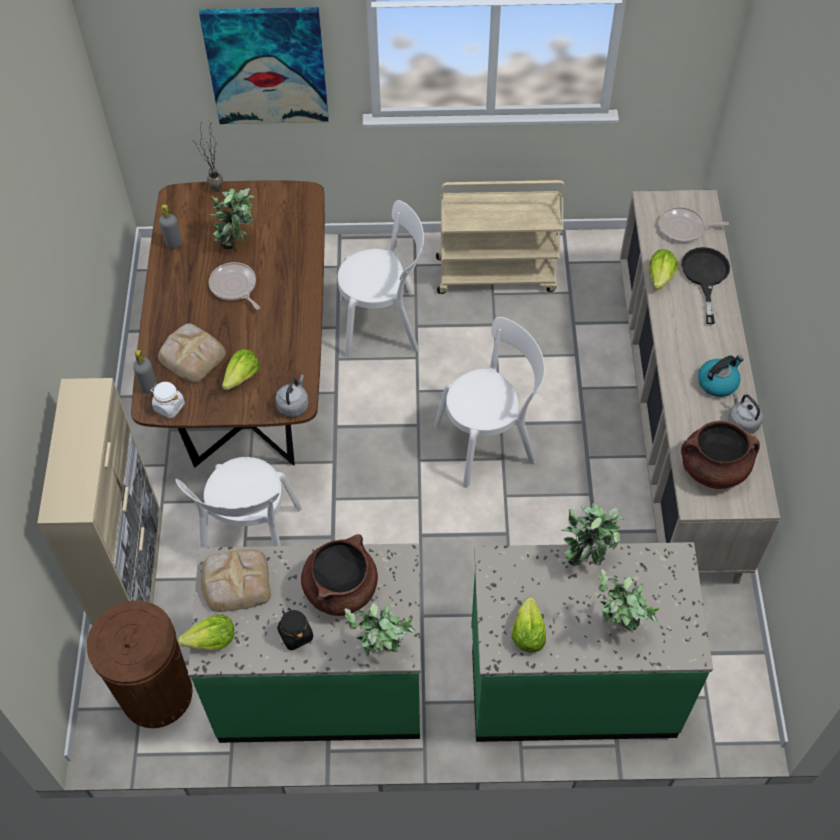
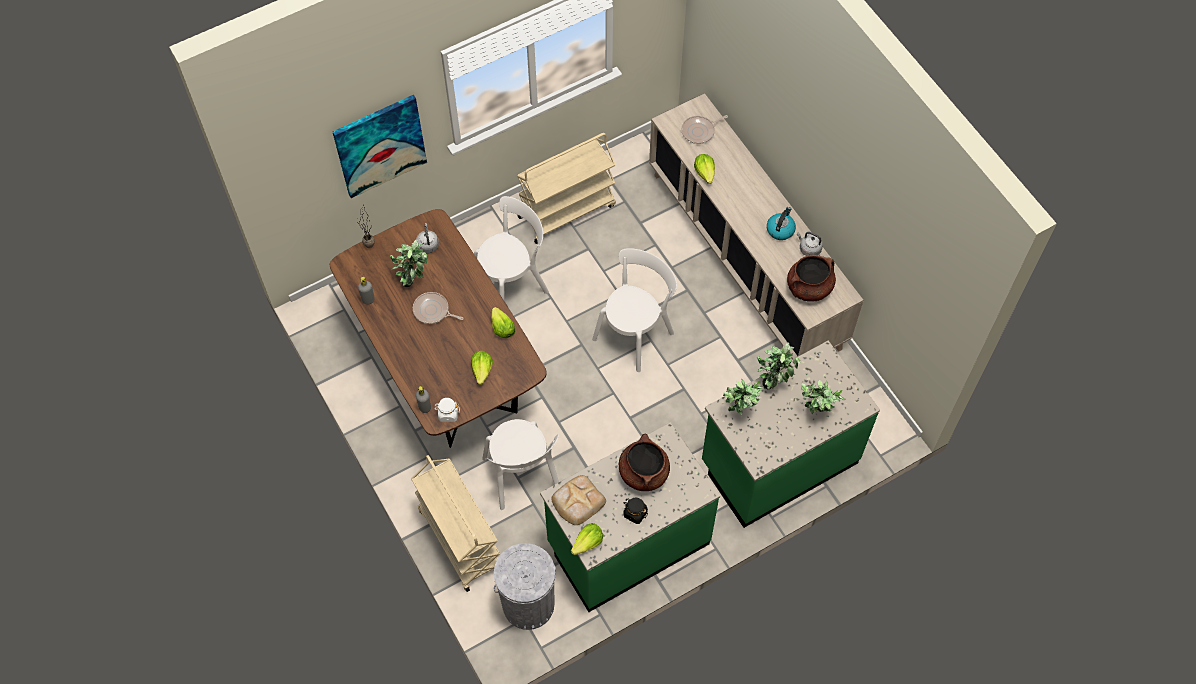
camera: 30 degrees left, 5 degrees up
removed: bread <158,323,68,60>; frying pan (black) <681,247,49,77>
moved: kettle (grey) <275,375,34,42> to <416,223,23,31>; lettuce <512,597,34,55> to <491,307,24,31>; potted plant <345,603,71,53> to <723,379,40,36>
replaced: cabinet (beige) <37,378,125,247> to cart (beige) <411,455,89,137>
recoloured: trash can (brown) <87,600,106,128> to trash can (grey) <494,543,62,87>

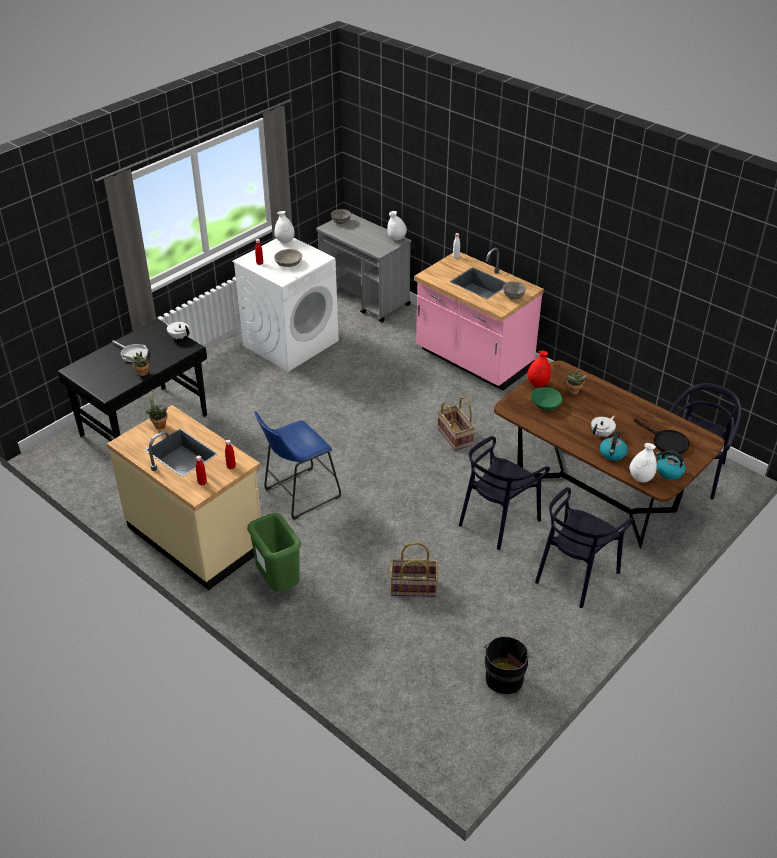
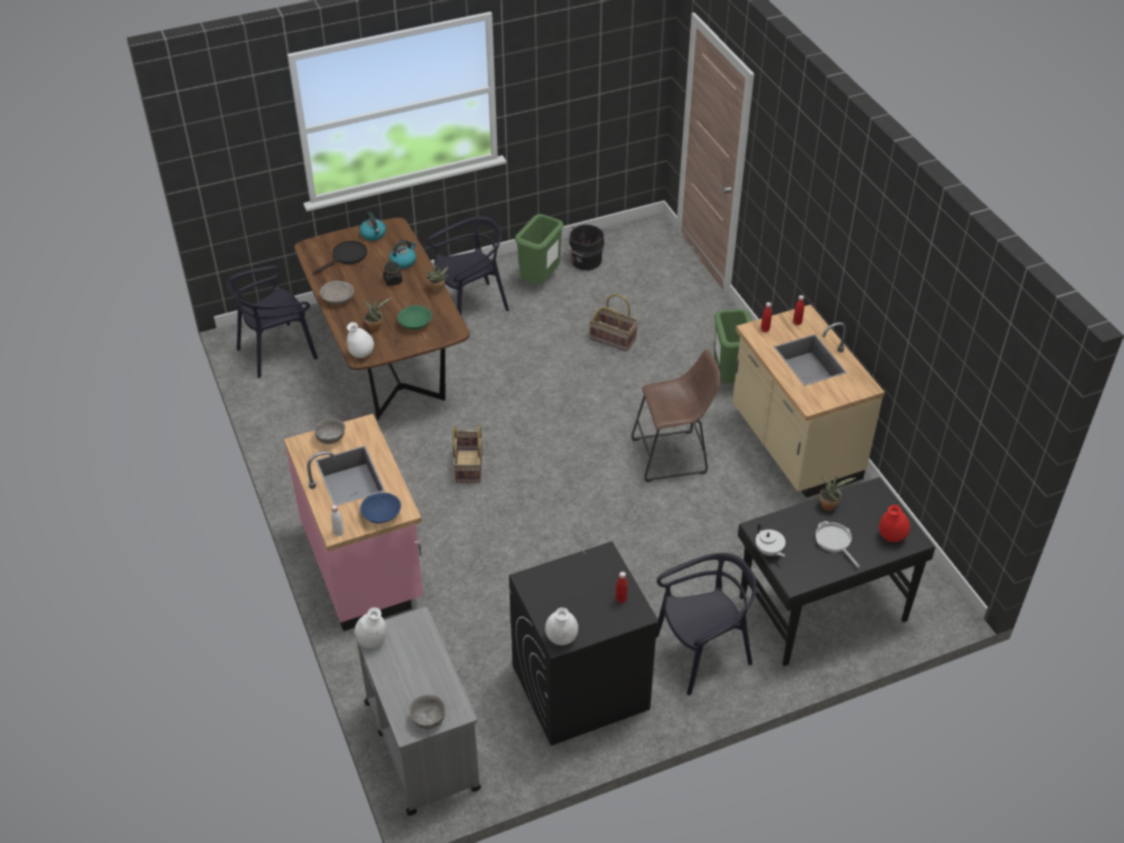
camera: 155 degrees left, 5 degrees up
added: bowl (blue) <360,492,41,31>; trash can (green) <515,214,49,70>
moved: bowl (grey) <274,249,28,18> to <320,281,34,23>; vase (white) <630,443,27,40> to <347,322,27,36>; potted plant <145,389,23,40> to <426,265,23,28>; chair (black) <459,436,91,114> to <656,553,101,142>; vase (red) <527,351,24,36> to <879,505,31,37>
replaced: teapot (white) <591,416,25,21> to jar (black) <383,261,19,25>
recoloured: washing machine (white) <232,238,107,134> to washing machine (black) <509,541,150,205>; stool (blue) <254,411,87,109> to stool (brown) <631,349,90,133>
turned: frying pan (black) <634,418,56,37> = <313,241,54,33> 60 degrees clockwise

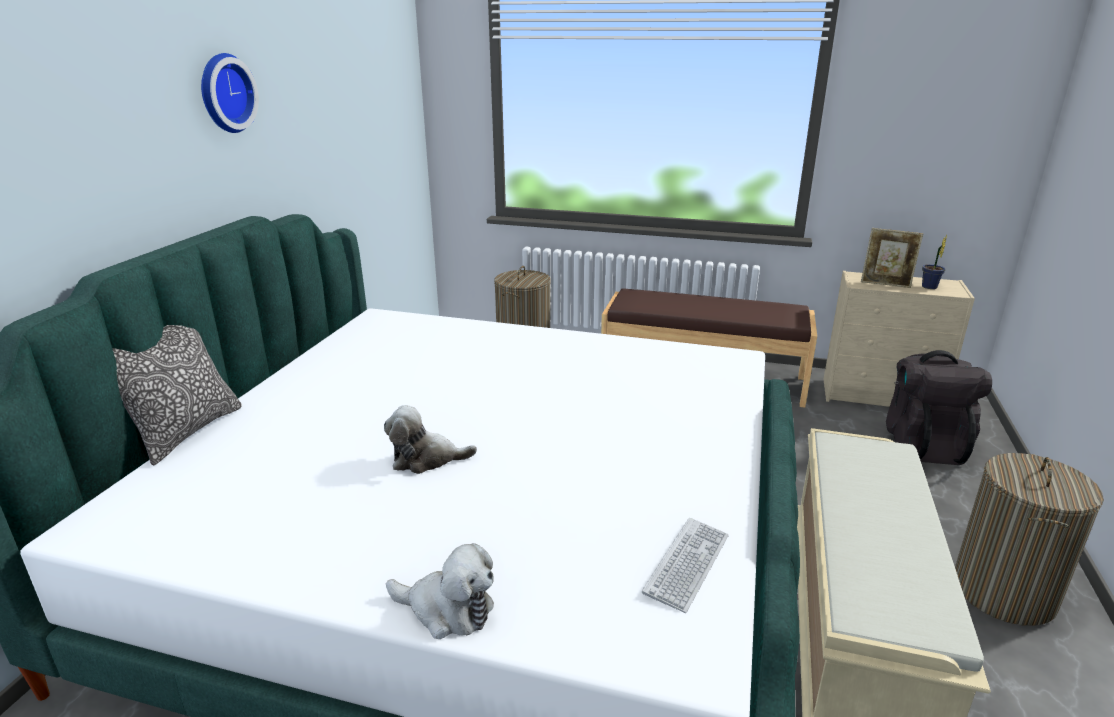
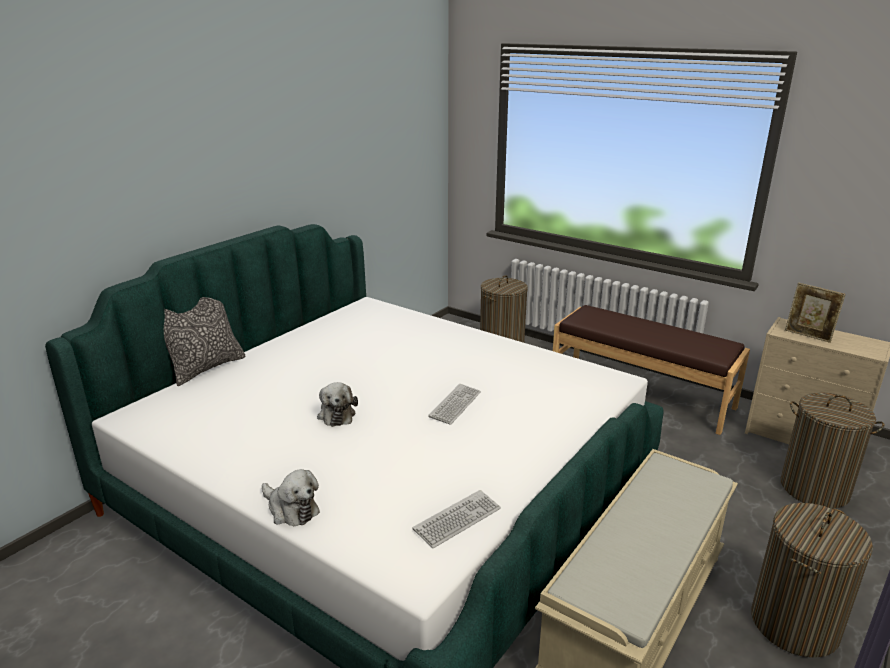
camera: 20 degrees right, 0 degrees up
removed: wall clock <201,53,58,80>; potted plant <922,235,25,54>
added: keyboard <428,384,53,41>
replaced: backpack (black) <886,350,106,115> to laundry basket <781,392,104,117>
turned: plush toy <384,405,93,69> = <317,382,41,45> 120 degrees counterclockwise

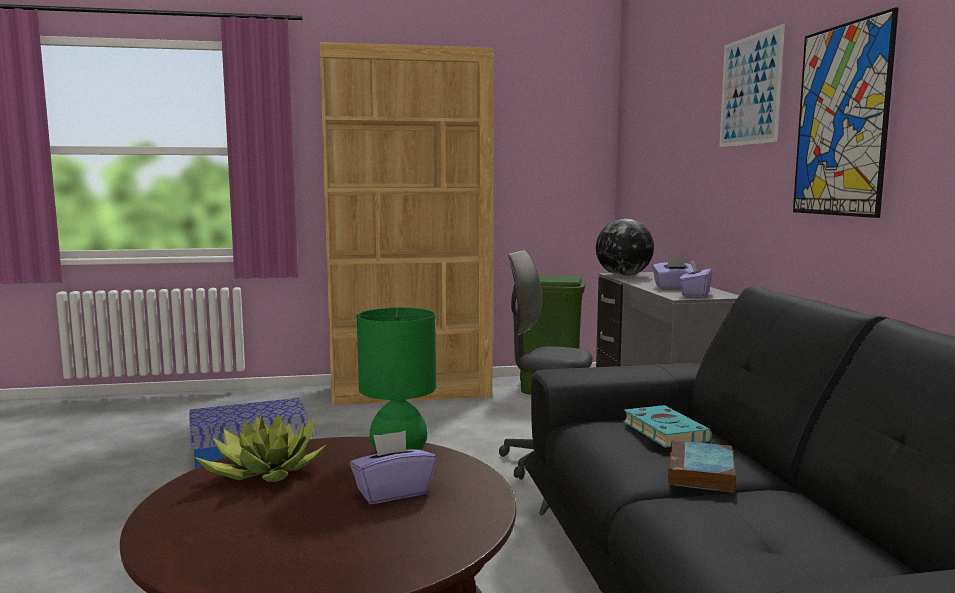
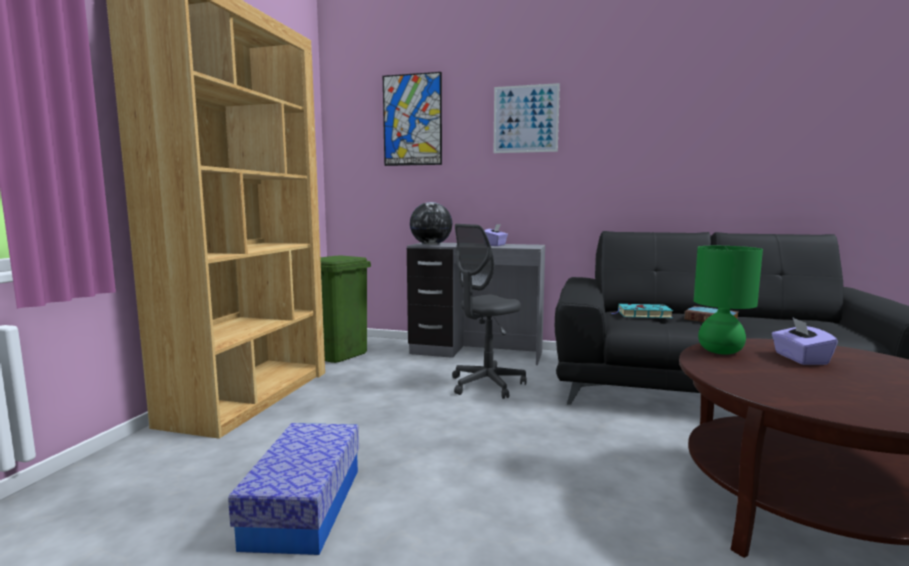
camera: 65 degrees left, 0 degrees up
removed: potted plant <195,414,132,68>; tissue box (purple) <679,260,34,37>
moved: picture <793,7,105,211> to <383,72,59,94>

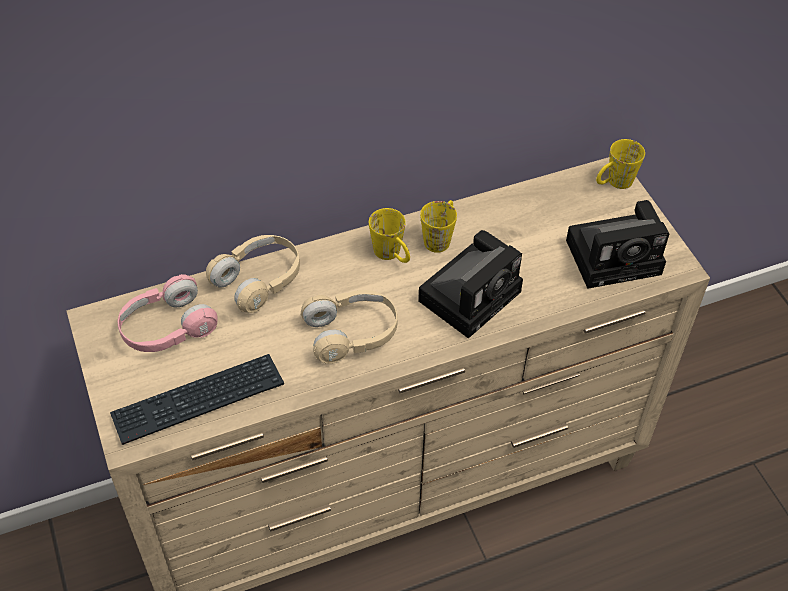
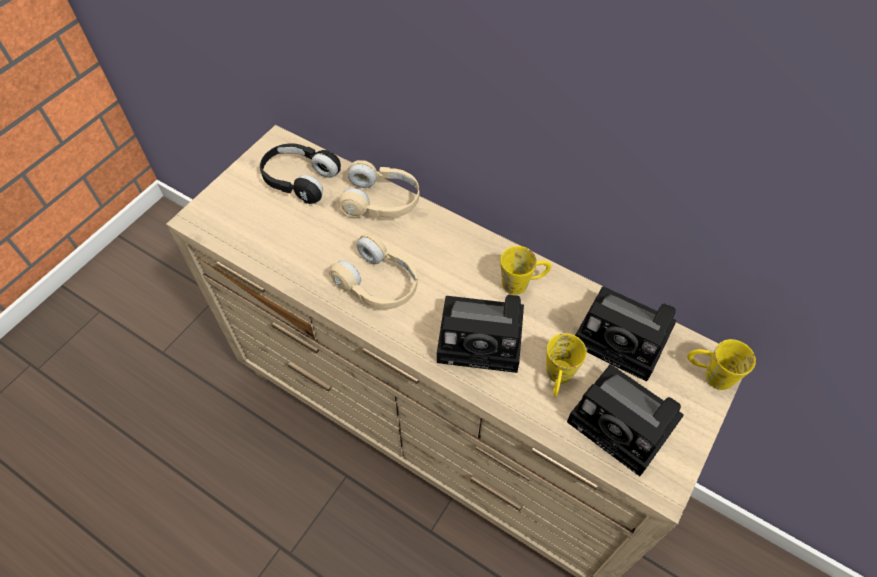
camera: 55 degrees right, 5 degrees up
removed: keyboard <110,354,174,91>
added: photo camera <575,286,102,96>
moved: mug (yellow) <369,208,41,55> to <546,333,41,64>
recoloured: headphones (pink) <117,274,101,78> to headphones (black) <260,143,81,61>

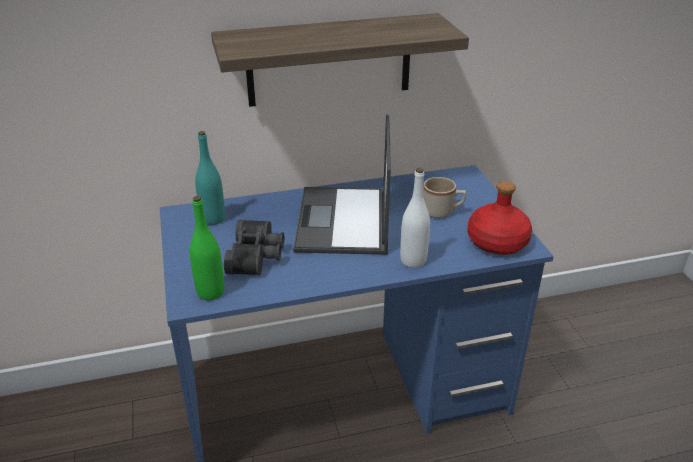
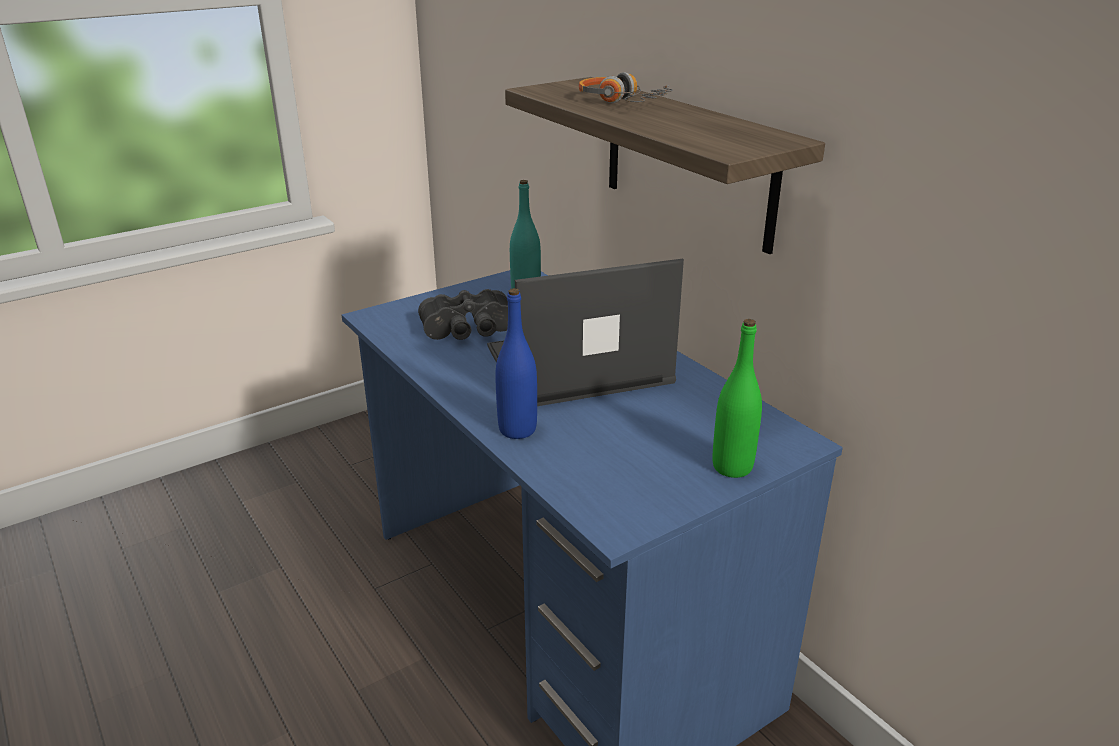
camera: 70 degrees right, 5 degrees down
removed: mug (beige) <423,177,43,41>; bottle (red) <468,181,64,74>
added: headphones <579,72,94,31>
moved: bottle (green) <190,196,34,104> to <712,319,50,159>
recoloured: bottle (white) <400,168,30,100> to bottle (blue) <495,288,42,151>

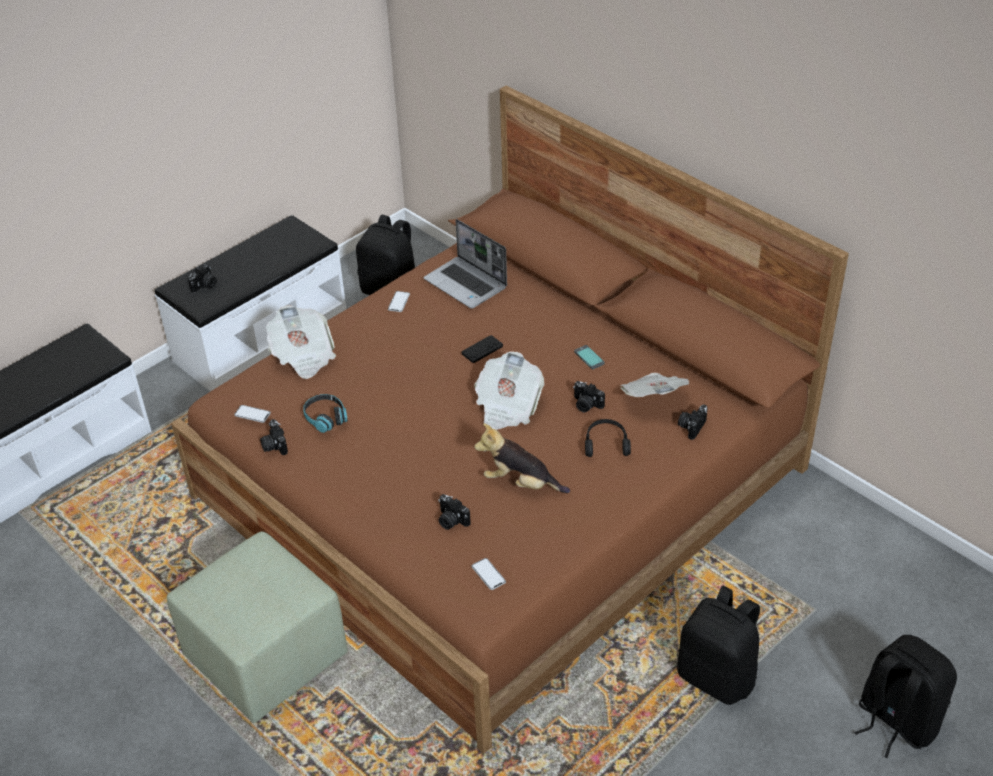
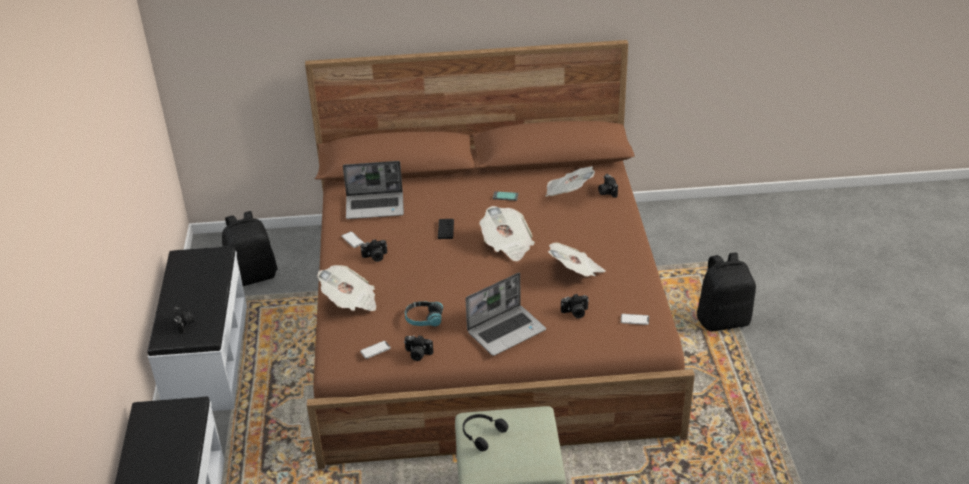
camera: 50 degrees left, 5 degrees down
removed: backpack (black) <854,635,103,123>
added: laptop <465,273,81,83>
moved: photo camera <573,381,32,32> to <361,239,26,23>; headphones (black) <585,419,46,38> to <463,414,45,37>
replaced: plush toy <474,423,96,70> to newspaper <548,242,58,35>

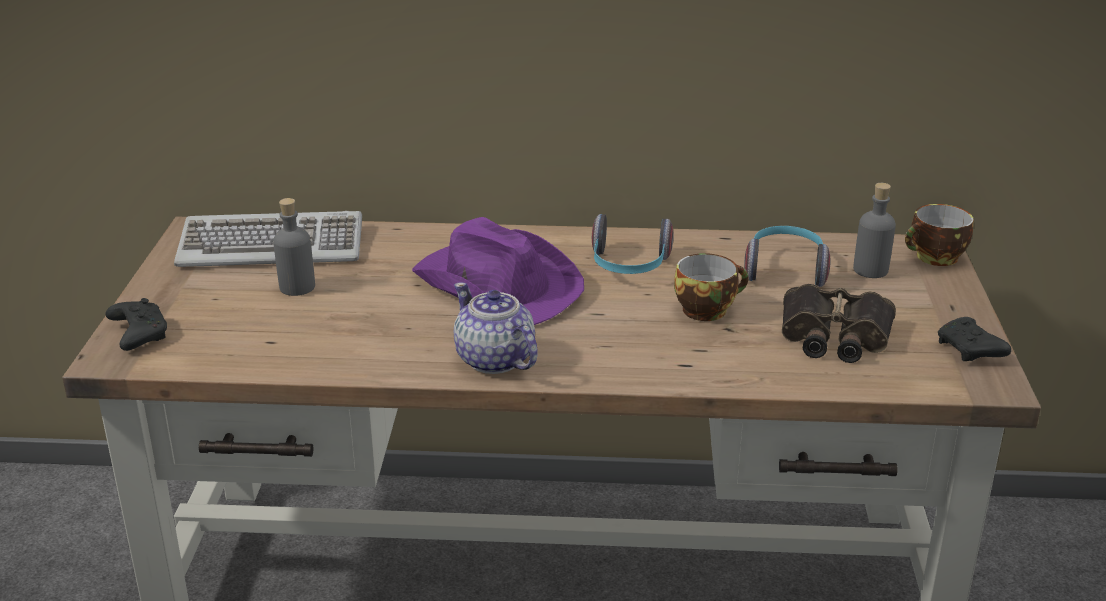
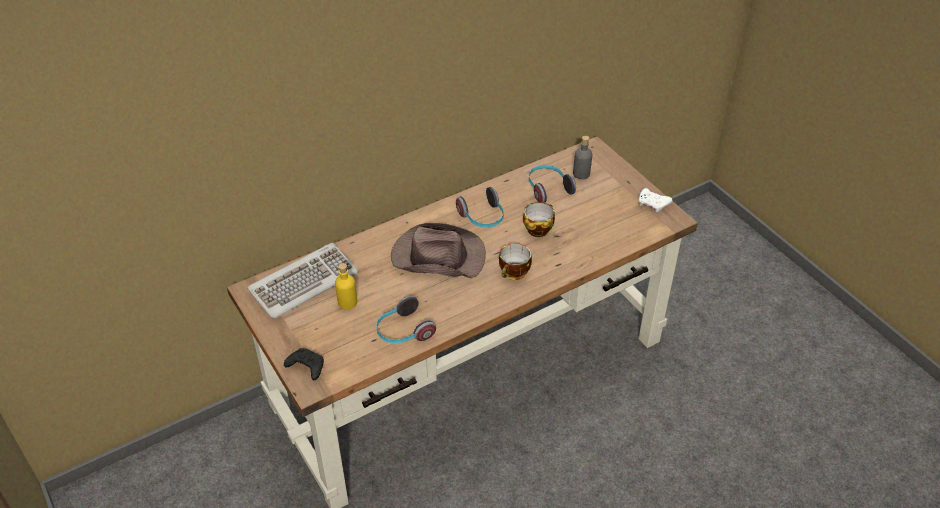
camera: 35 degrees left, 15 degrees up
removed: teapot <454,283,84,91>; binoculars <782,284,114,79>
added: headphones <376,296,60,48>
moved: cup <905,204,69,62> to <499,243,33,37>
recoloured: bottle (grey) <273,198,42,98> to bottle (yellow) <335,263,22,47>; hat (purple) <412,217,172,108> to hat (brown) <391,223,95,55>; game controller (black) <938,317,73,44> to game controller (white) <639,188,34,24>

